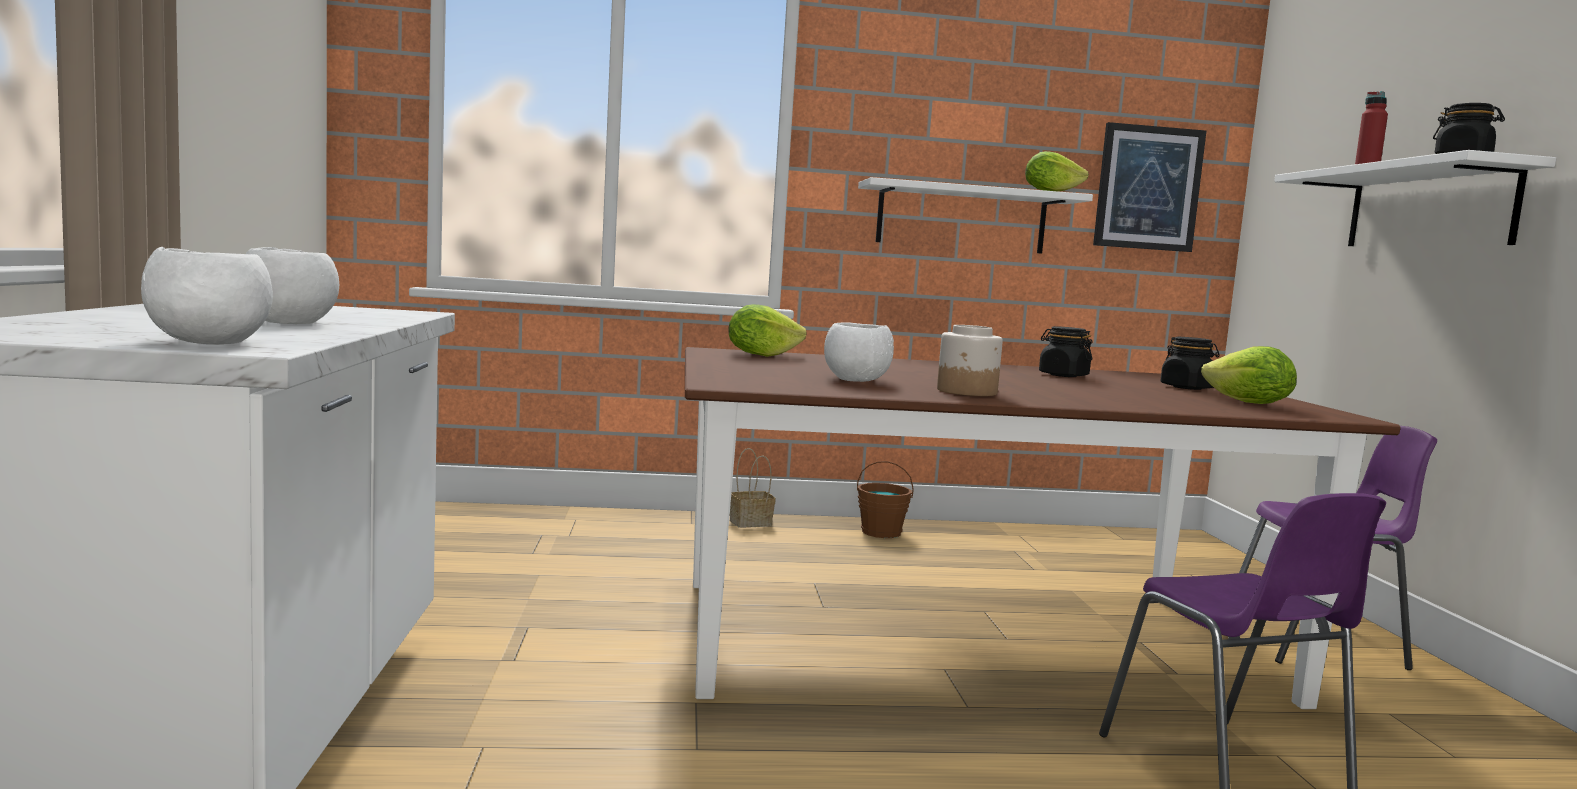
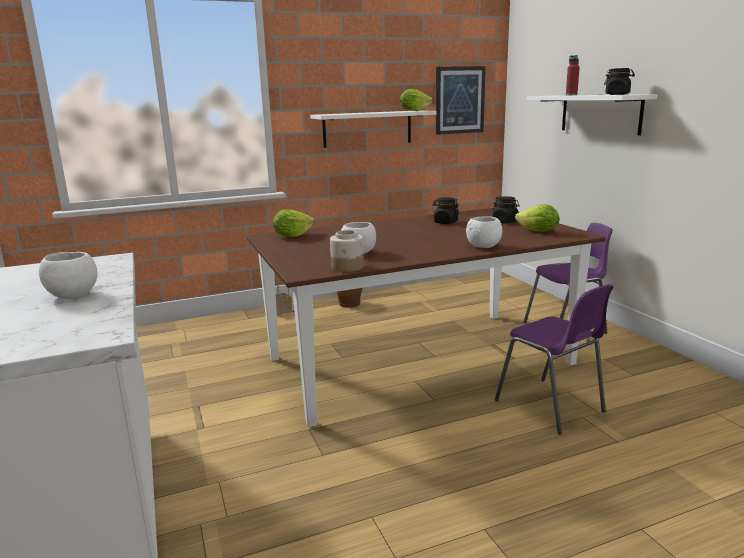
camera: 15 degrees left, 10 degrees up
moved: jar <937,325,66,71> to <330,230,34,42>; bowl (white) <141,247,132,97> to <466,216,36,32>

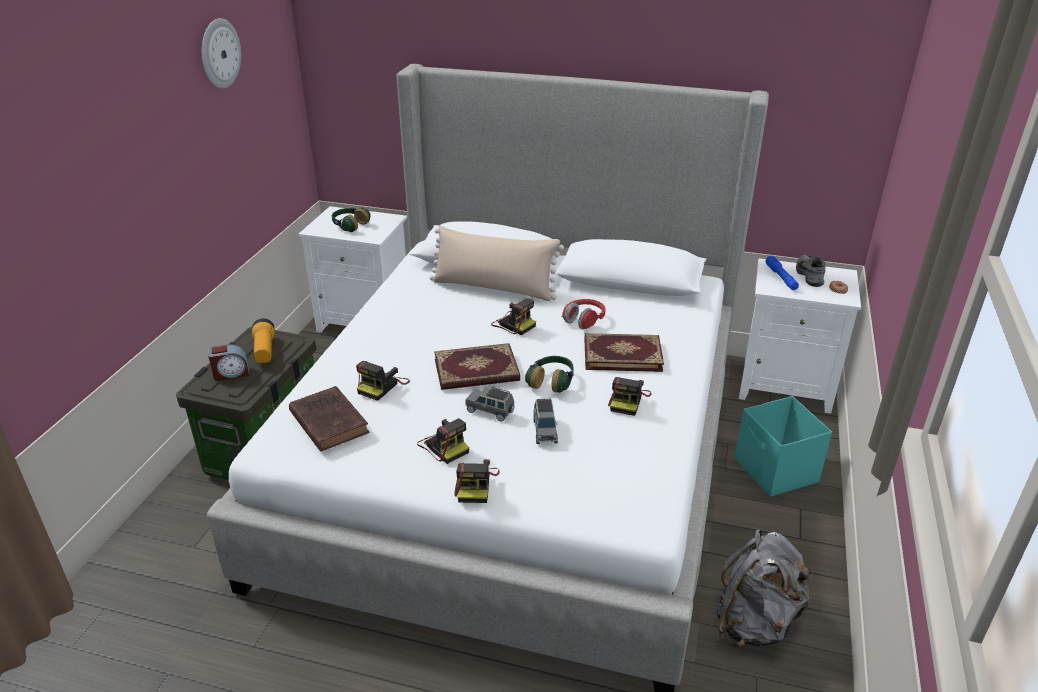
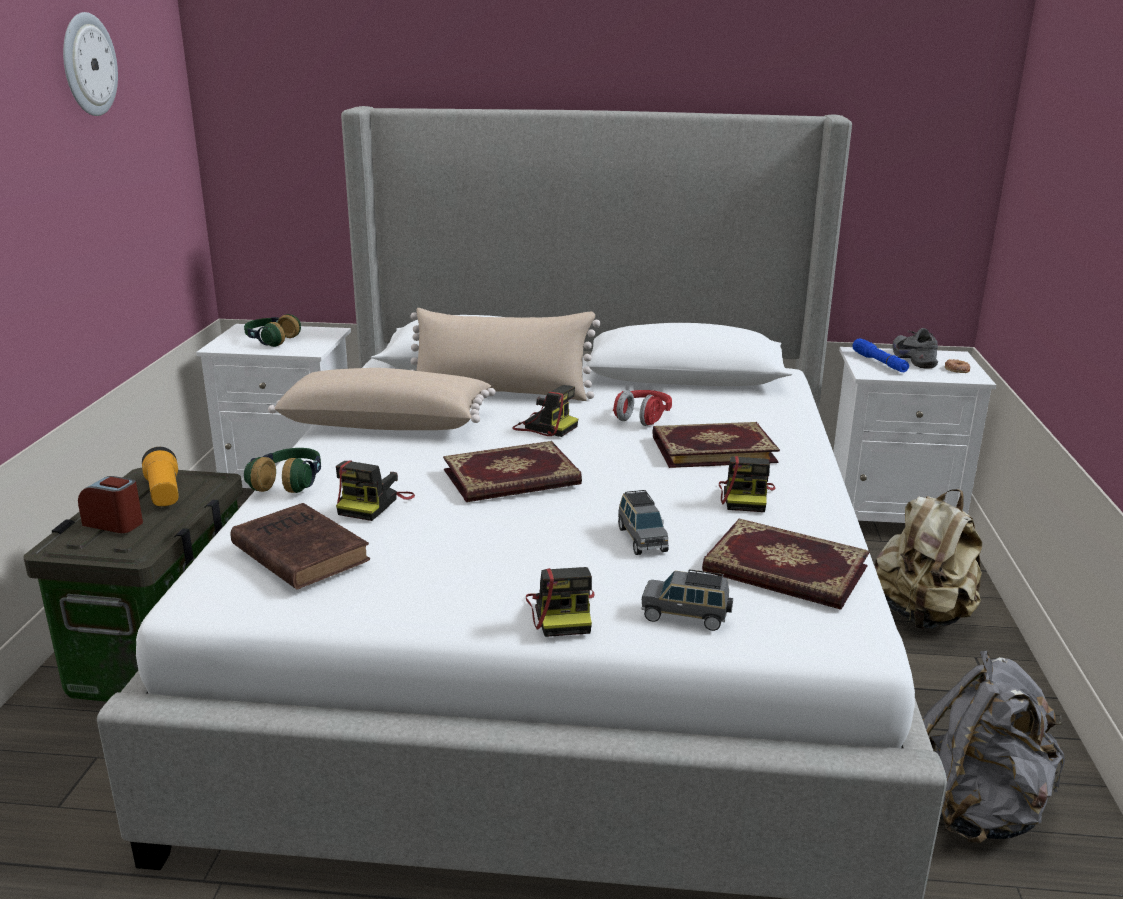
camera: 10 degrees left, 10 degrees down
removed: photo camera <417,418,52,46>
added: pillow (beige) <268,368,227,62>; book <702,518,168,92>
moved: headphones <525,356,49,37> to <244,448,77,45>; toy car (grey) <465,387,50,35> to <642,569,91,62>
replaced: storage box (turquoise) <735,396,97,101> to backpack (beige) <875,489,107,141>
turned: alarm clock <208,344,41,37> = <78,476,65,57> 135 degrees counterclockwise

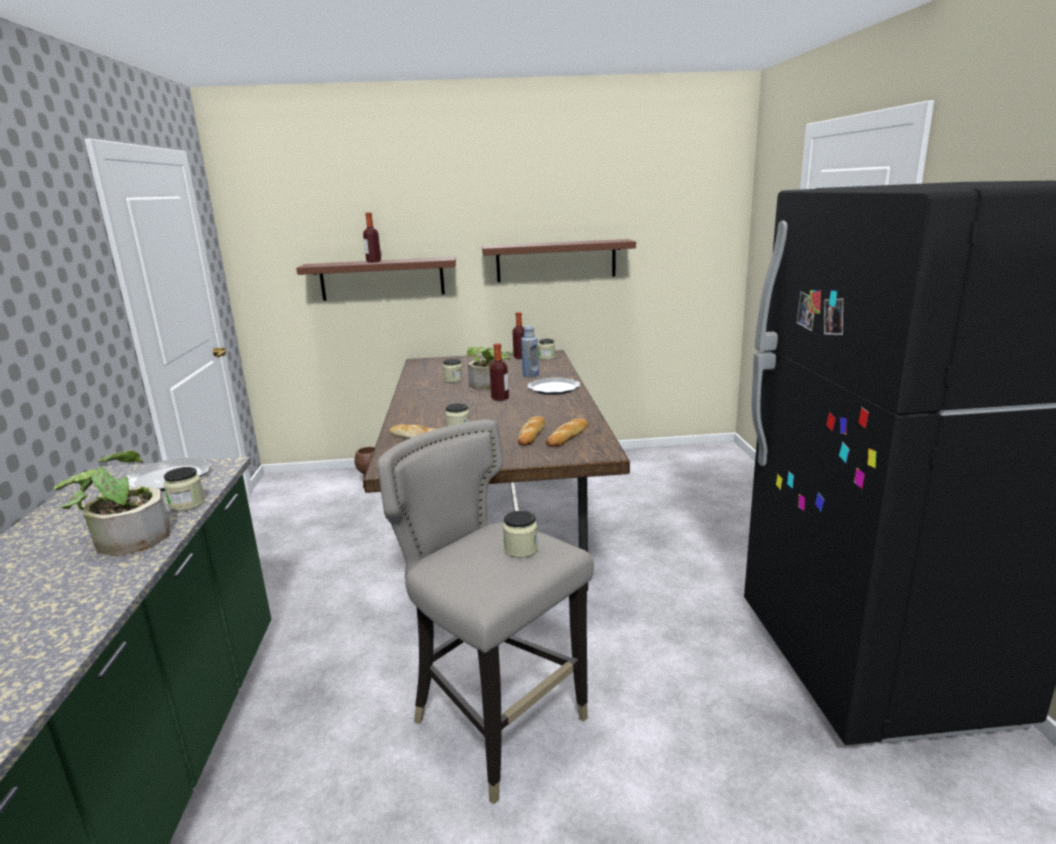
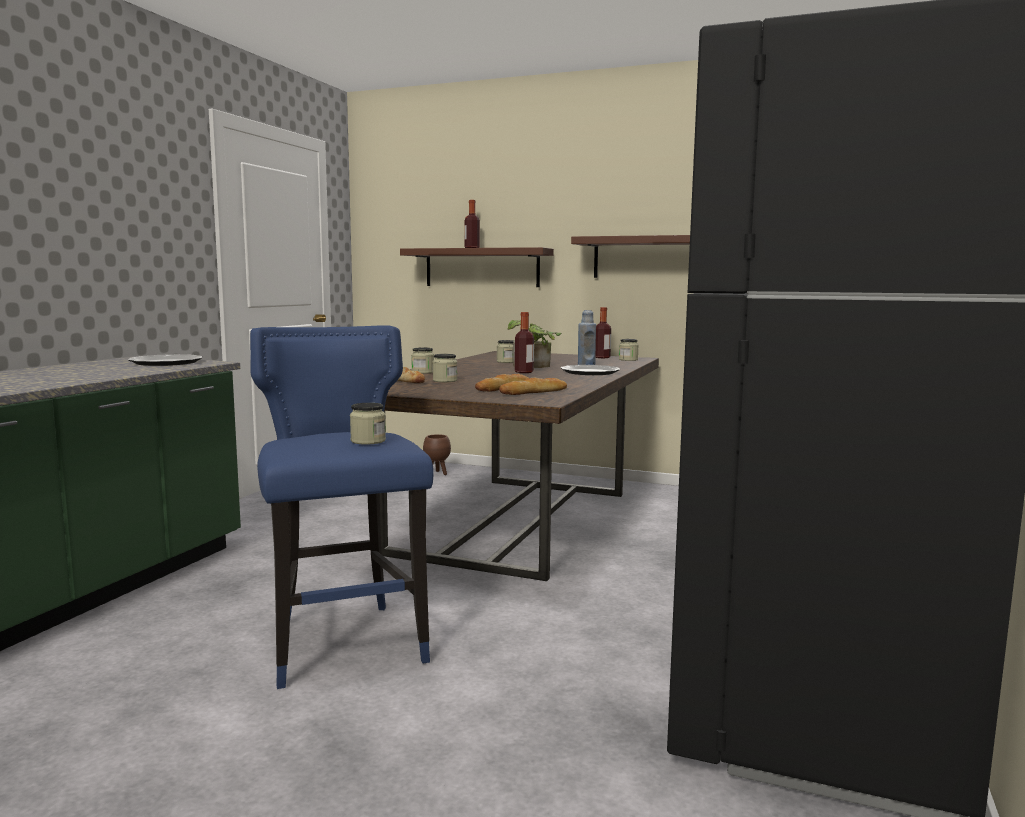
camera: 25 degrees right, 10 degrees down
removed: potted plant <54,450,116,106>
moved: jar <163,467,42,44> to <411,347,23,27>
recoloured: stool (grey) <377,420,217,385> to stool (blue) <250,325,184,364>

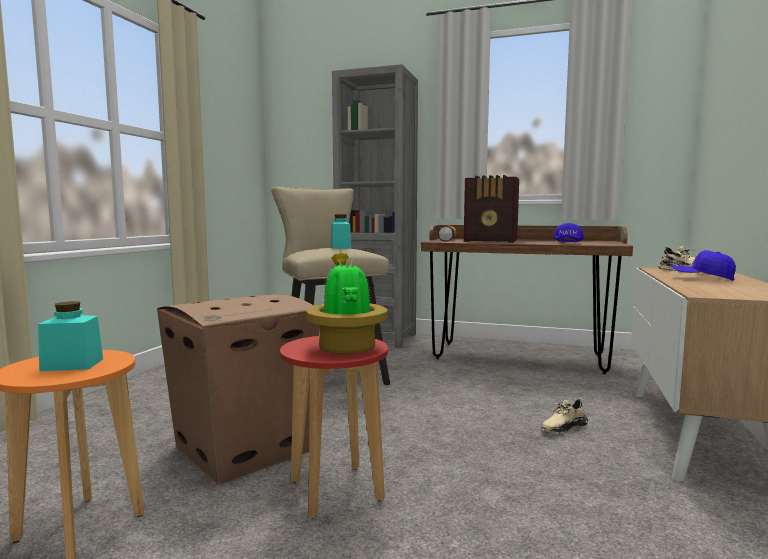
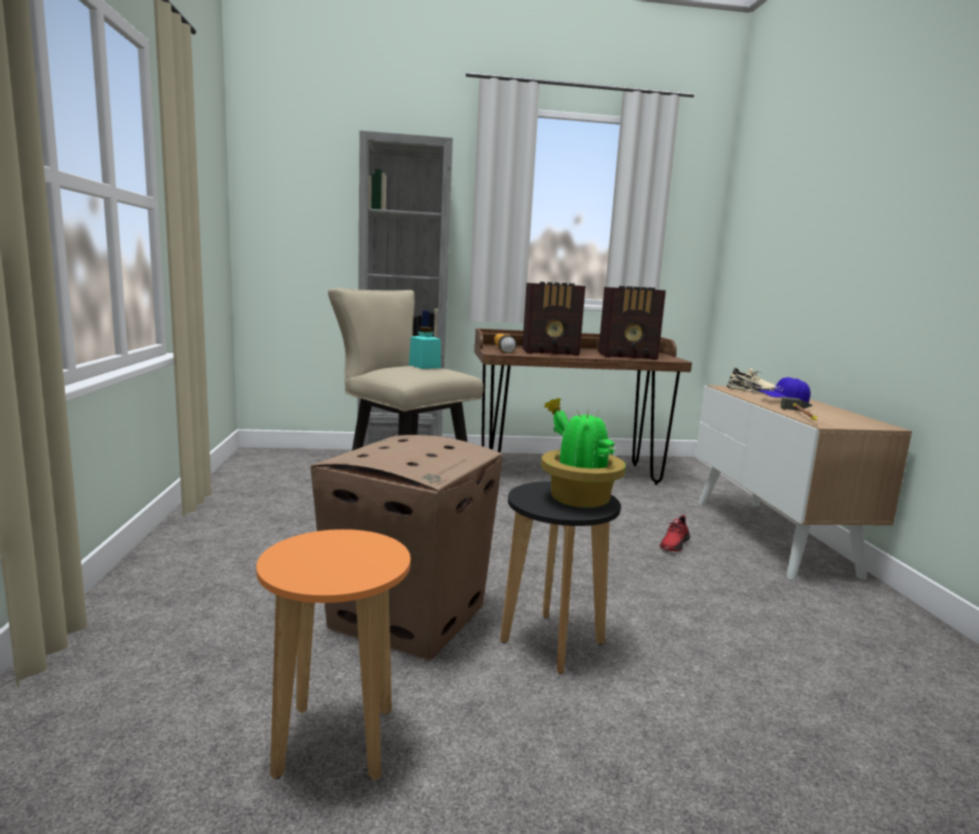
camera: 25 degrees left, 5 degrees up
removed: jar (turquoise) <38,301,65,70>
added: hammer <781,397,36,23>
replaced: cap (blue) <553,223,31,19> to radio <598,286,68,74>
recoloured: stool (red) <280,336,108,183> to stool (black) <500,481,121,193>; shoe (beige) <541,398,47,36> to shoe (red) <659,515,32,36>

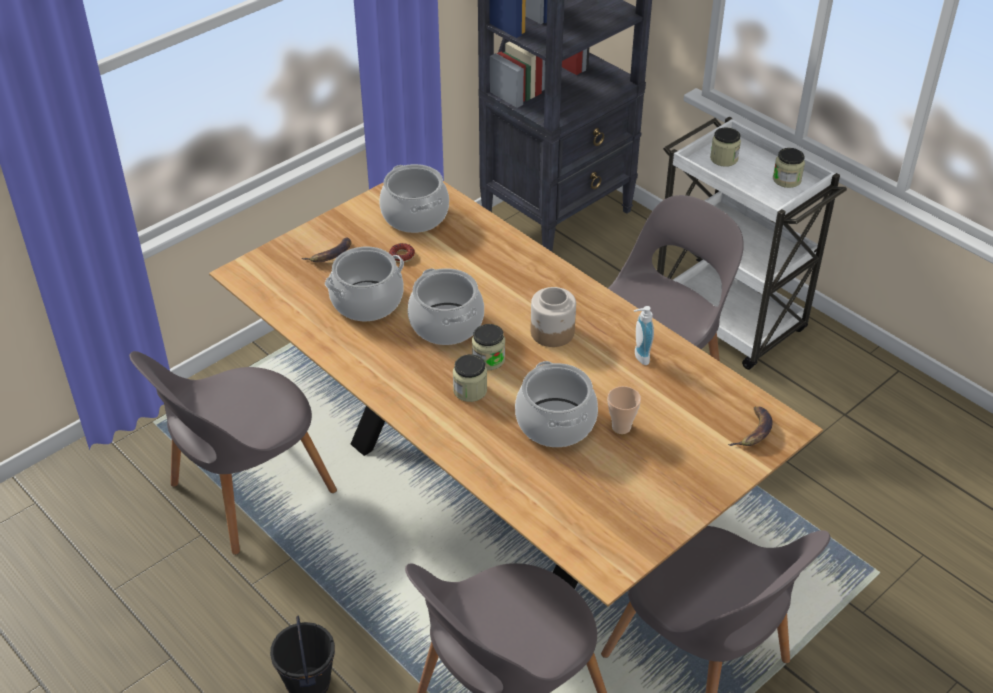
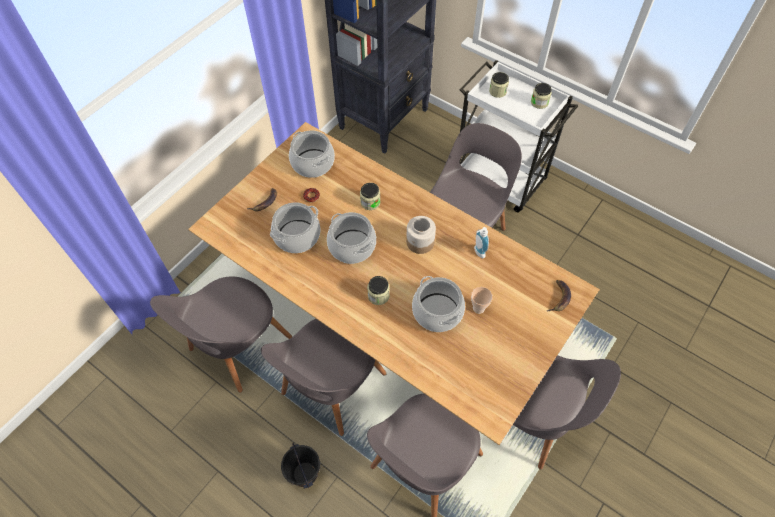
camera: 10 degrees left, 15 degrees up
added: chair (grey) <261,319,126,117>
moved: jar <472,324,33,46> to <360,183,20,27>

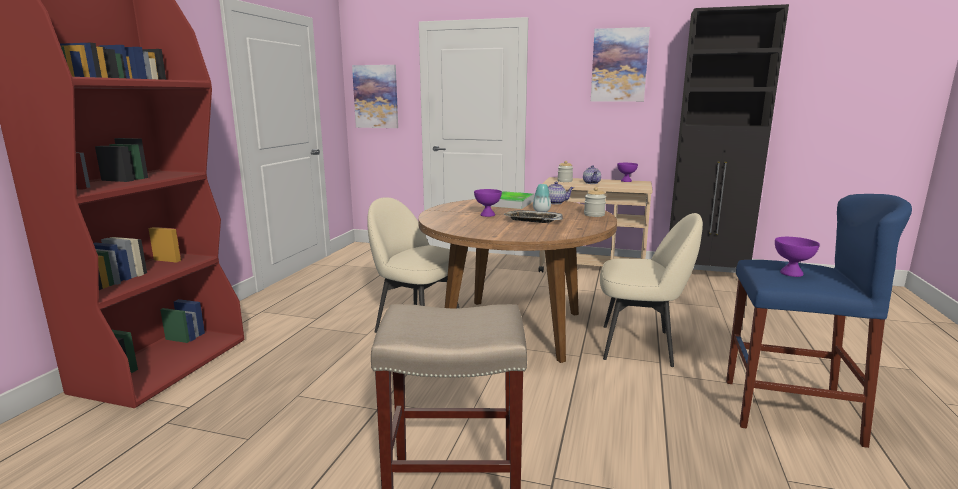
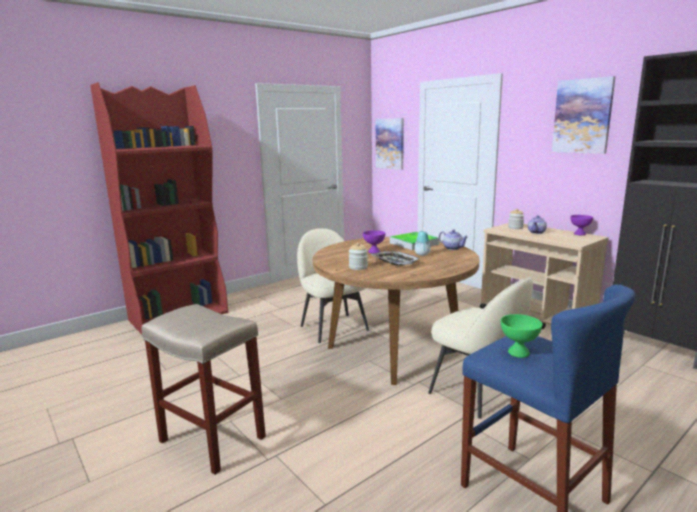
camera: 35 degrees right, 0 degrees up
moved: jar <584,187,22,30> to <349,242,19,28>
recoloured: bowl (purple) <775,237,45,40> to bowl (green) <501,314,41,44>

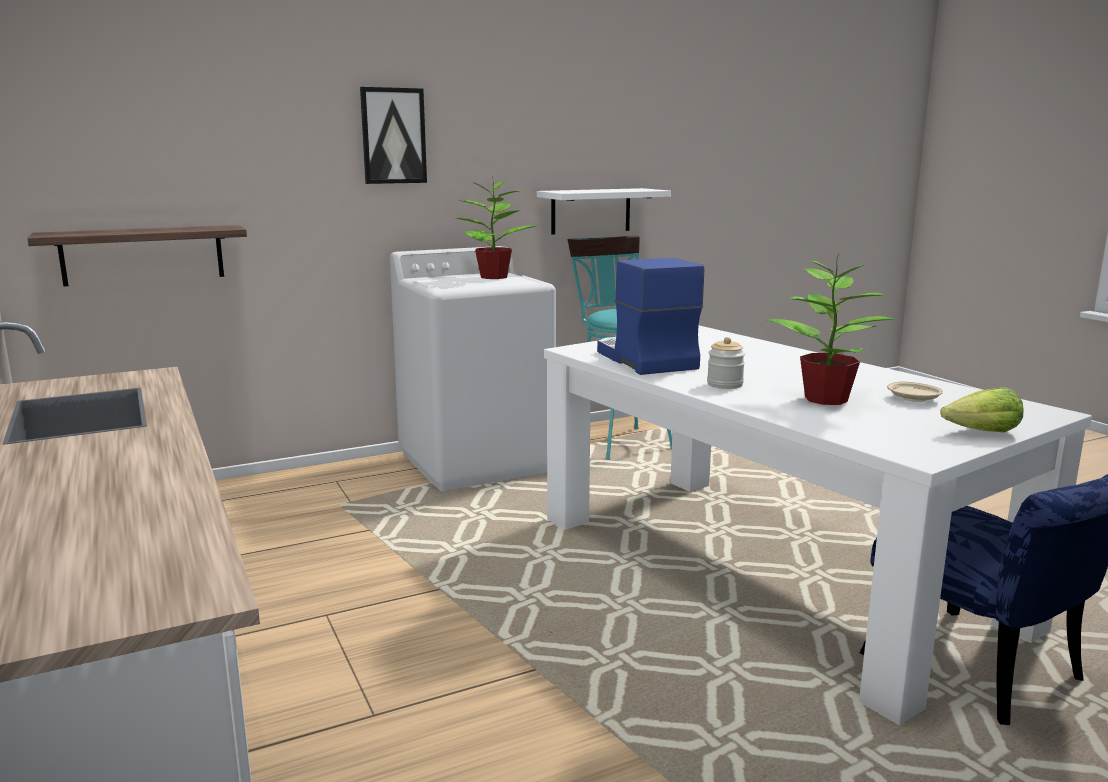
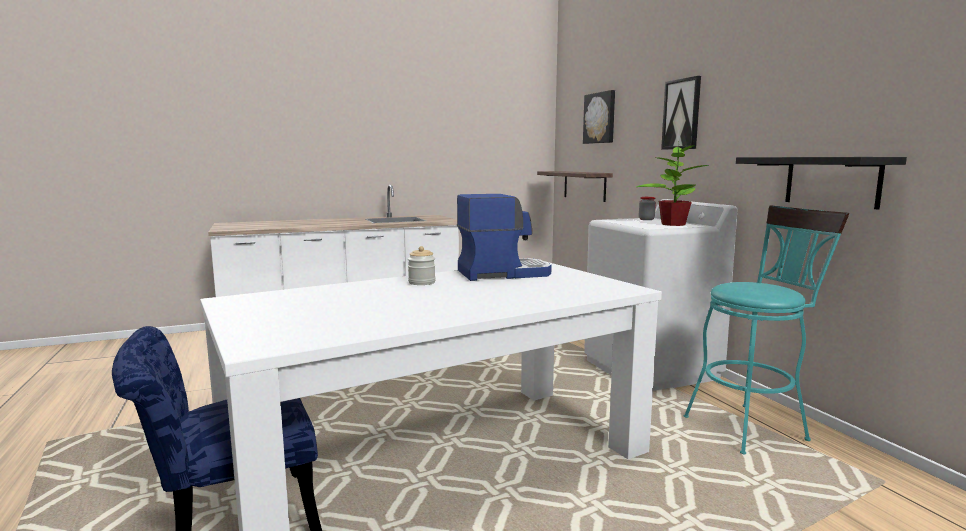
camera: 95 degrees right, 5 degrees down
removed: potted plant <766,252,129,153>; plate (beige) <887,381,56,21>; lettuce <940,387,83,45>
added: picture <583,90,32,54>; jar <639,197,17,23>
recoloured: shelf (white) <537,188,134,47> to shelf (black) <736,157,171,53>

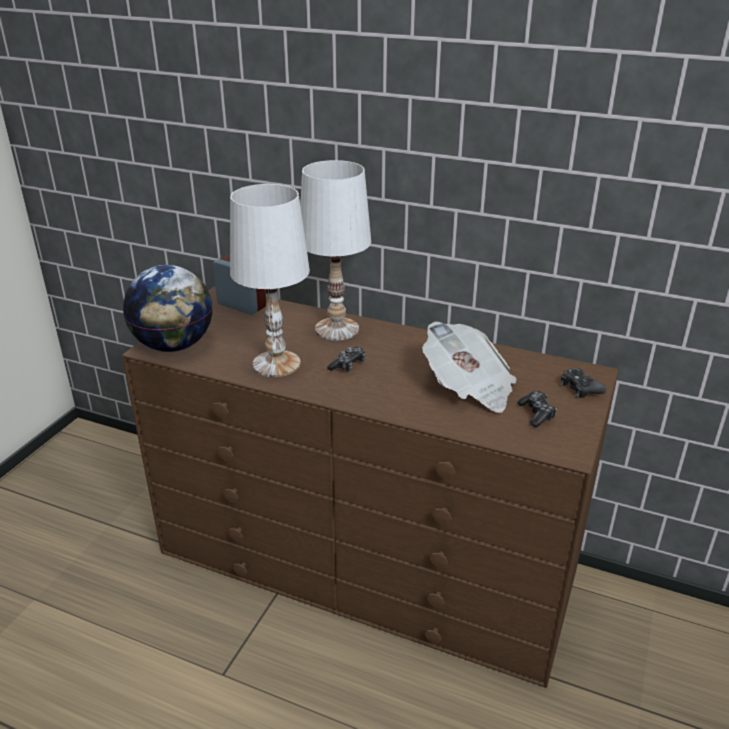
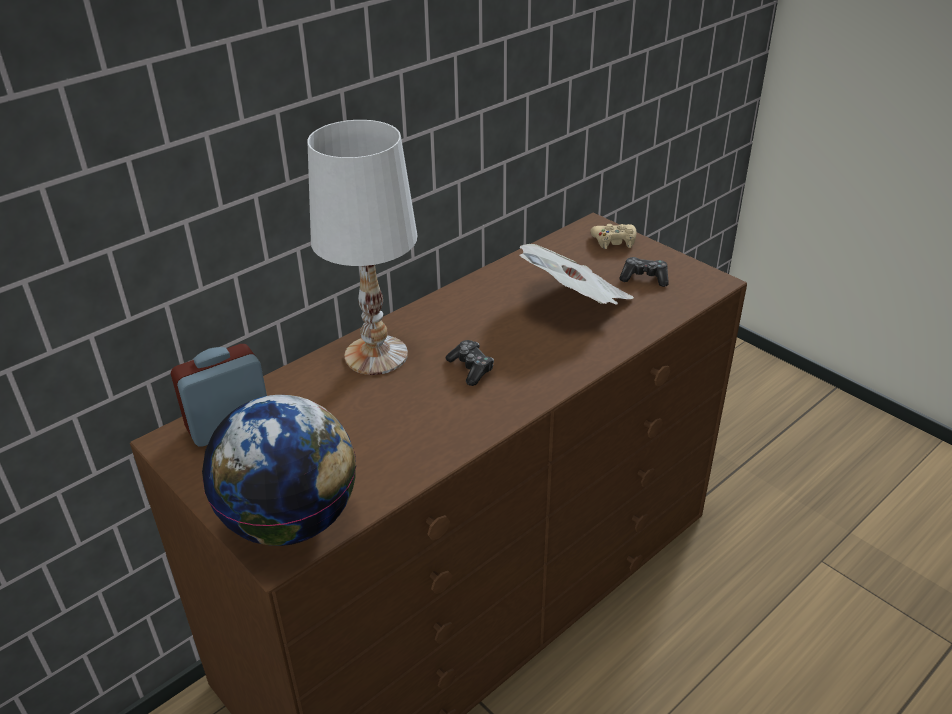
camera: 65 degrees left, 5 degrees up
removed: table lamp (white) <230,184,80,193>
recoloured: game controller (black) <560,367,46,31> to game controller (beige) <591,224,46,25>

